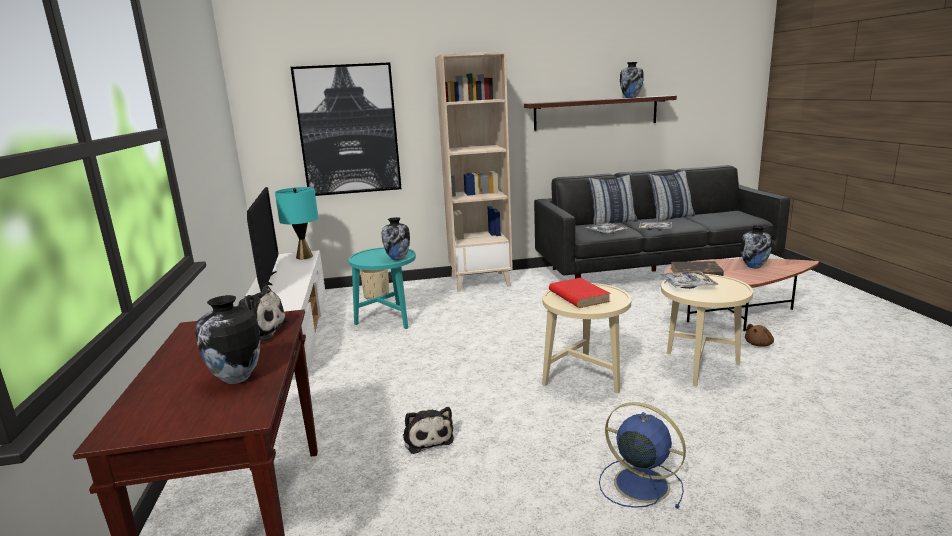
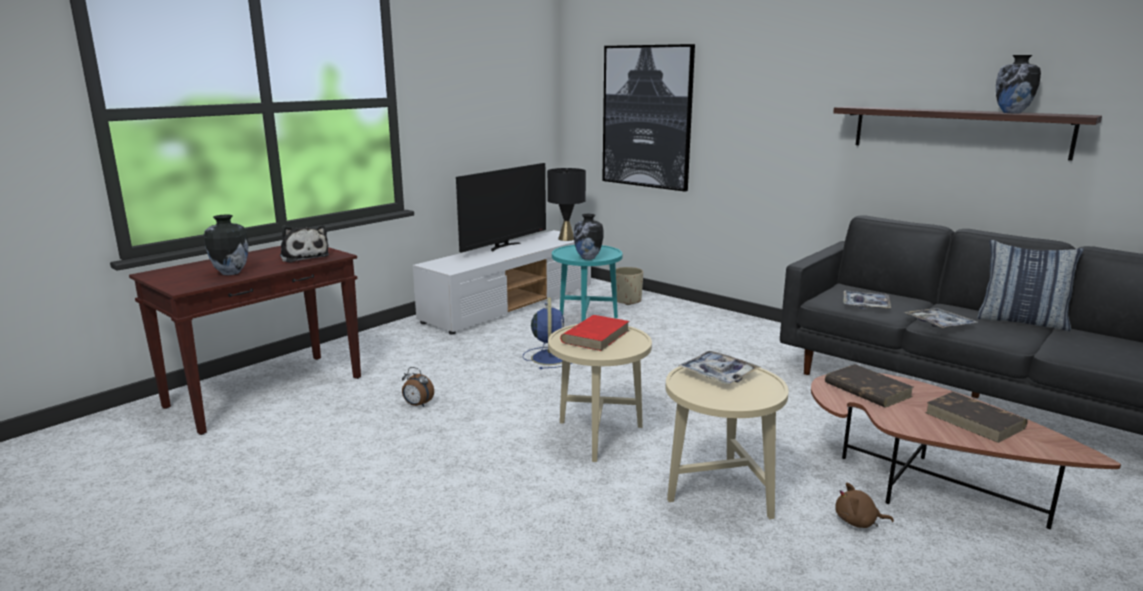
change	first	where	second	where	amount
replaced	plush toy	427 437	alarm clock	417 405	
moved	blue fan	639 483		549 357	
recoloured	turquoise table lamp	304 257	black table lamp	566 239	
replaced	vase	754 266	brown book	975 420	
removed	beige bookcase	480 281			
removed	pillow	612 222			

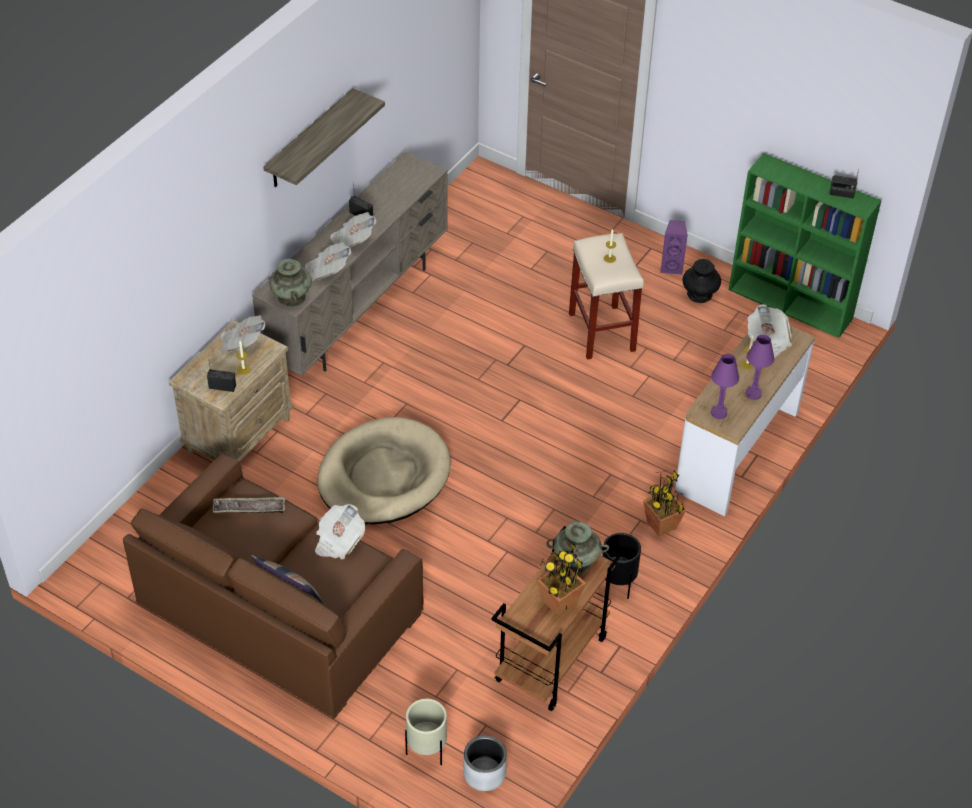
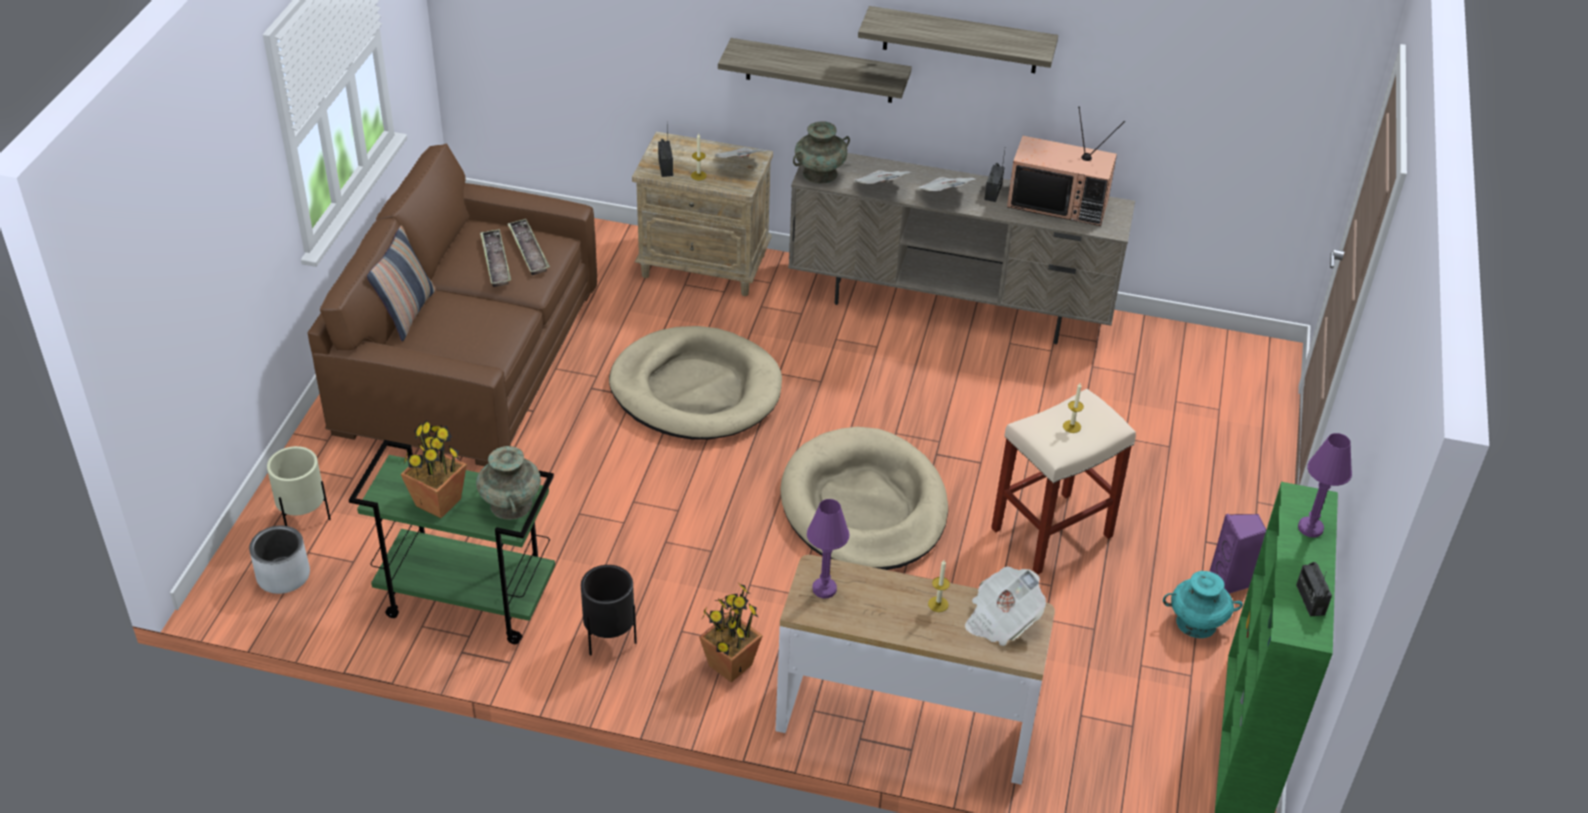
change	first	where	second	where	amount
recoloured	brown cart	551 661	green cart	465 600	
added			tray	495 261	
added			shelf	819 71	
added			beige dog bed	864 506	
added			television	1059 203	
recoloured	black vase	699 294	turquoise vase	1196 623	
moved	purple table lamp	753 394		1310 528	
removed	newspaper	338 541			

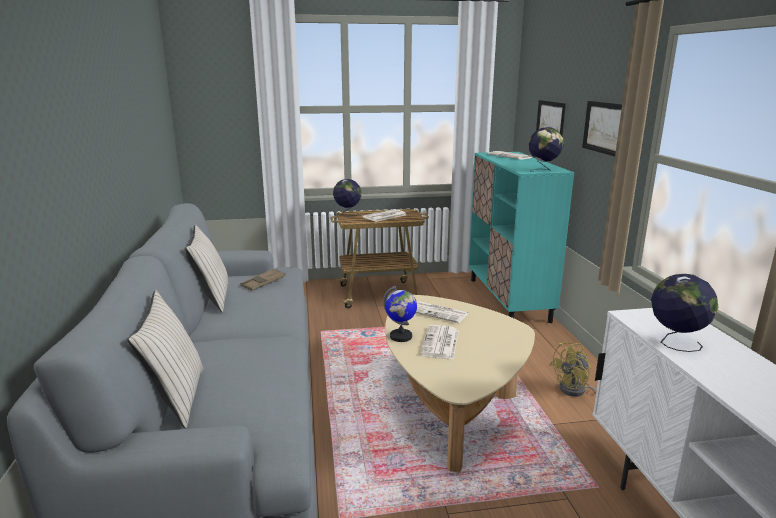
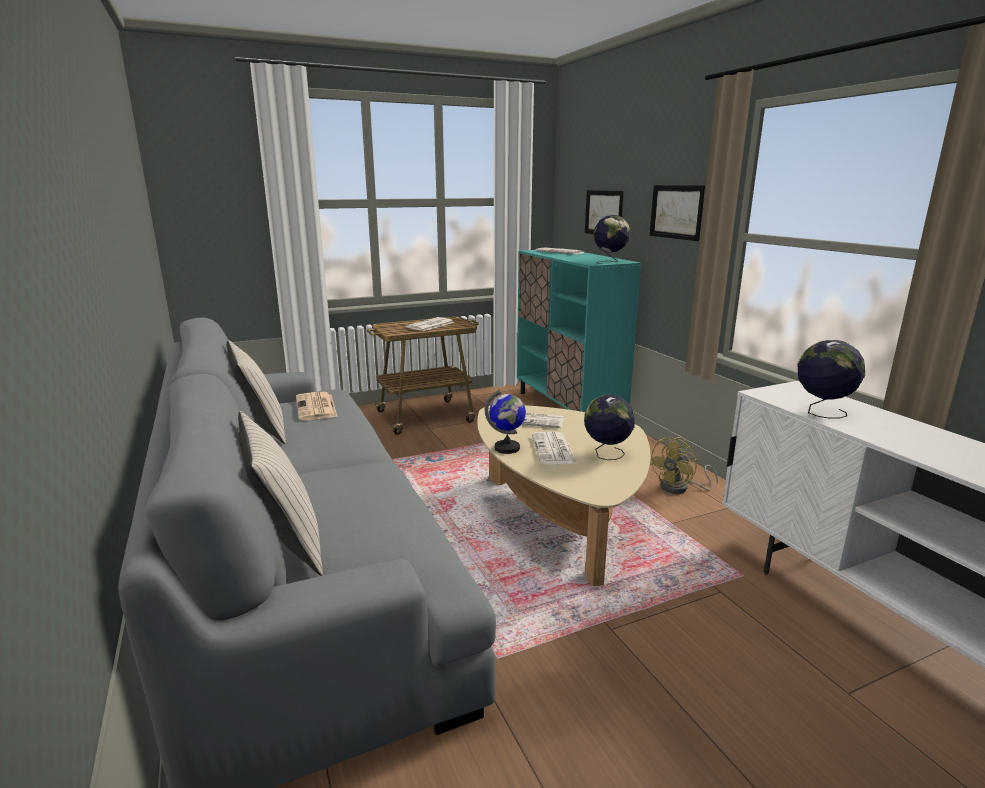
change	first	where	second	where	amount
replaced	brown tray	263 283	newspaper	316 407	
moved	globe	347 215		606 455	

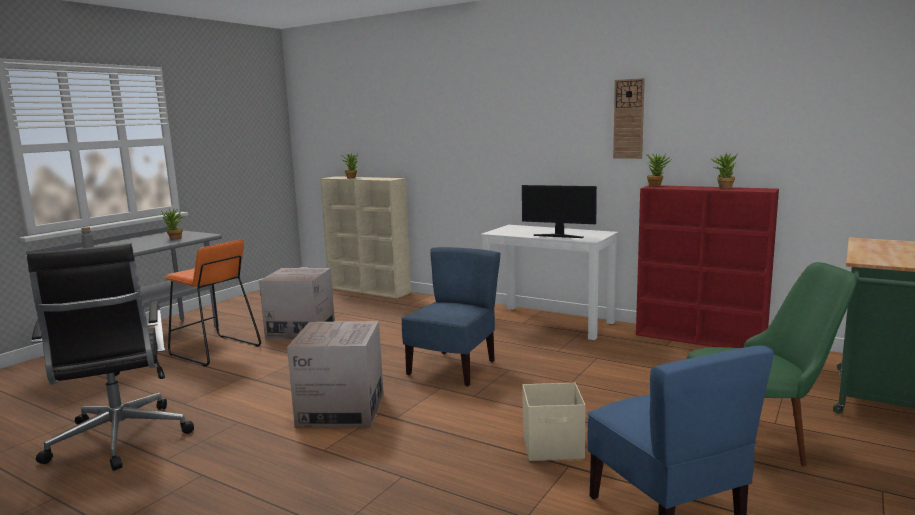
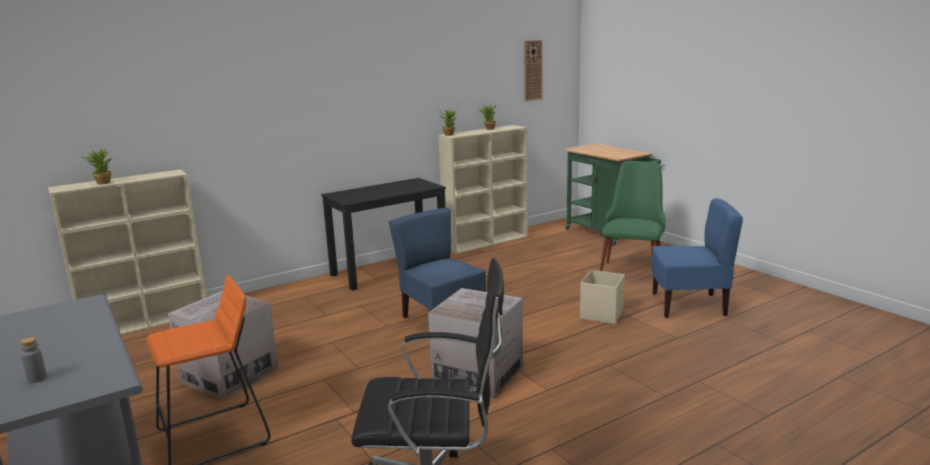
change	first	where	second	where	amount
recoloured	white desk	549 322	black desk	390 270	
recoloured	red bookcase	701 339	beige bookcase	487 242	
moved	wall clock	628 119		532 70	
removed	potted plant	175 239			
removed	monitor	558 236			

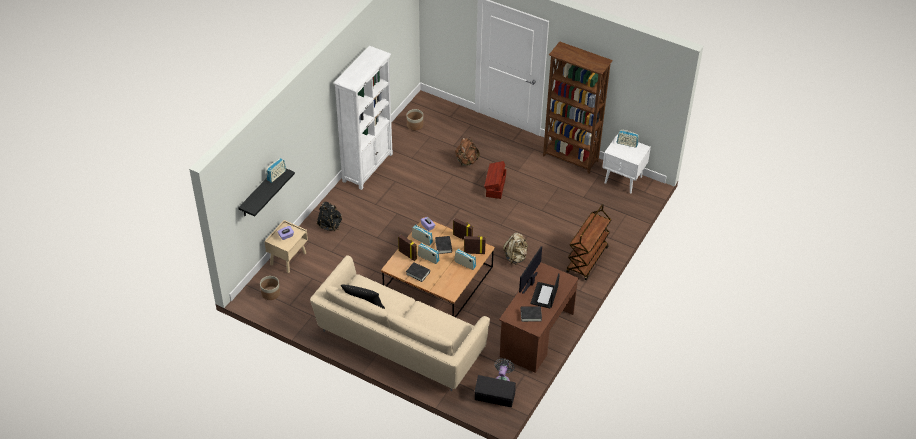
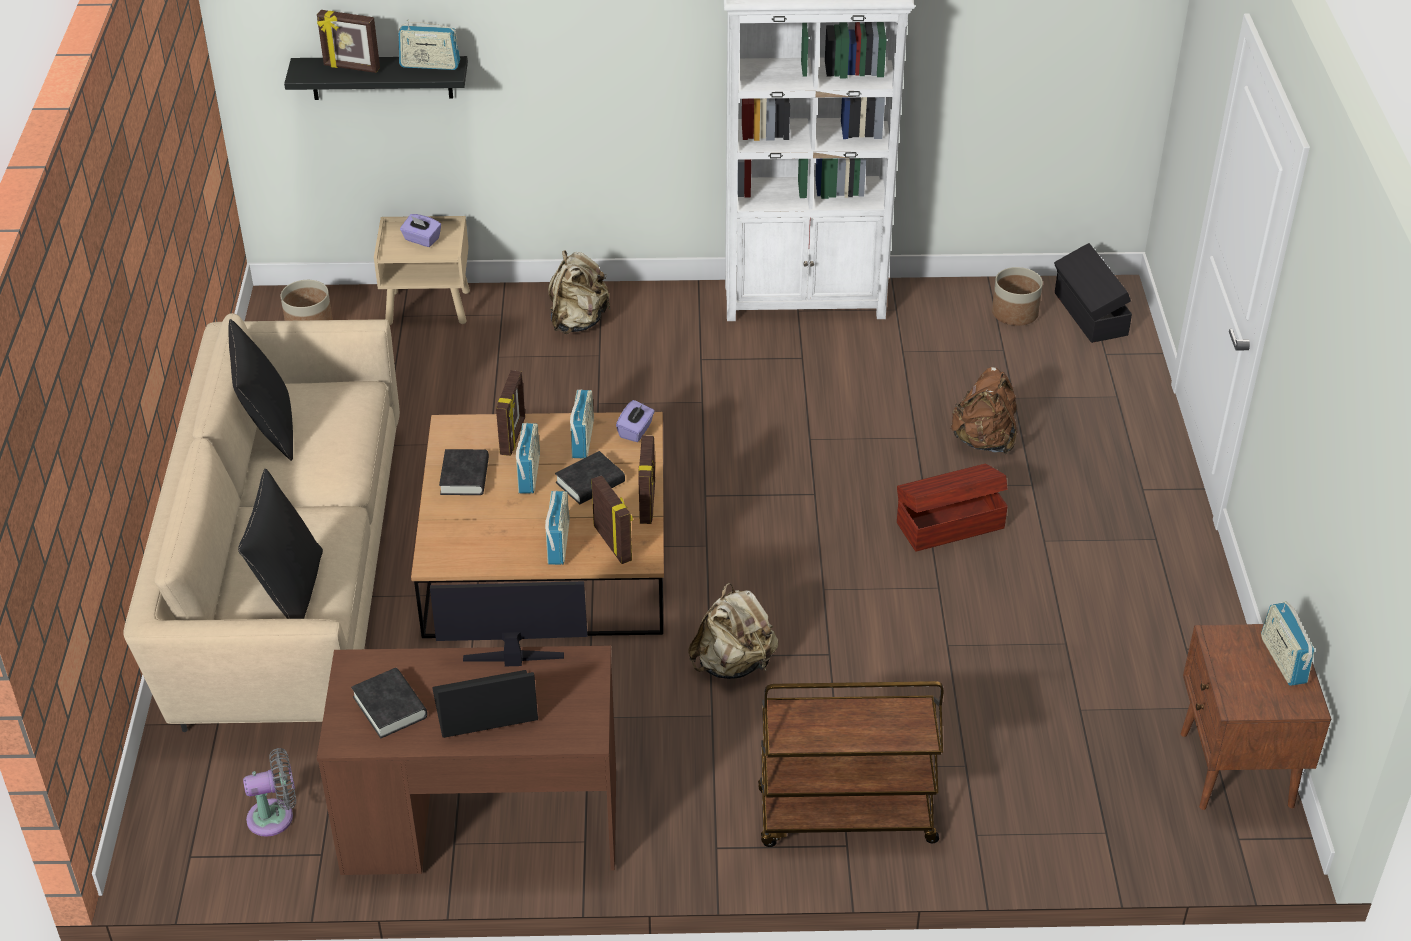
change	first	where	second	where	amount
added			black pillow	290 591	
added			picture frame	351 68	
recoloured	black backpack	330 224	beige backpack	578 321	
moved	black storage box	495 397		1089 314	
recoloured	white nightstand	623 180	brown nightstand	1235 771	
removed	brown bookcase	570 159			

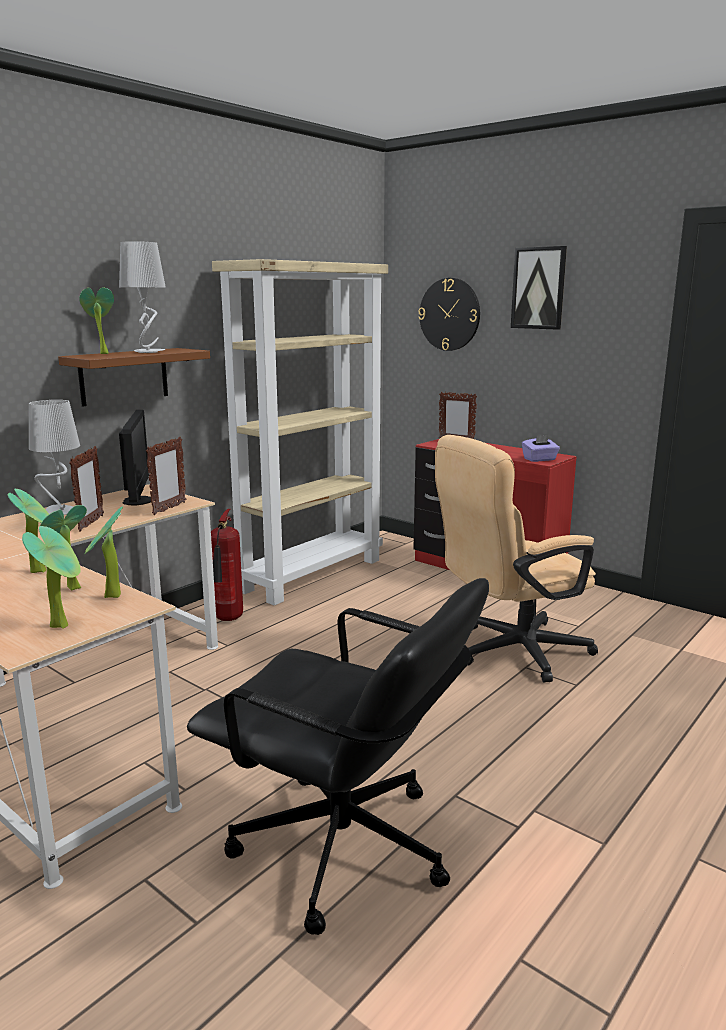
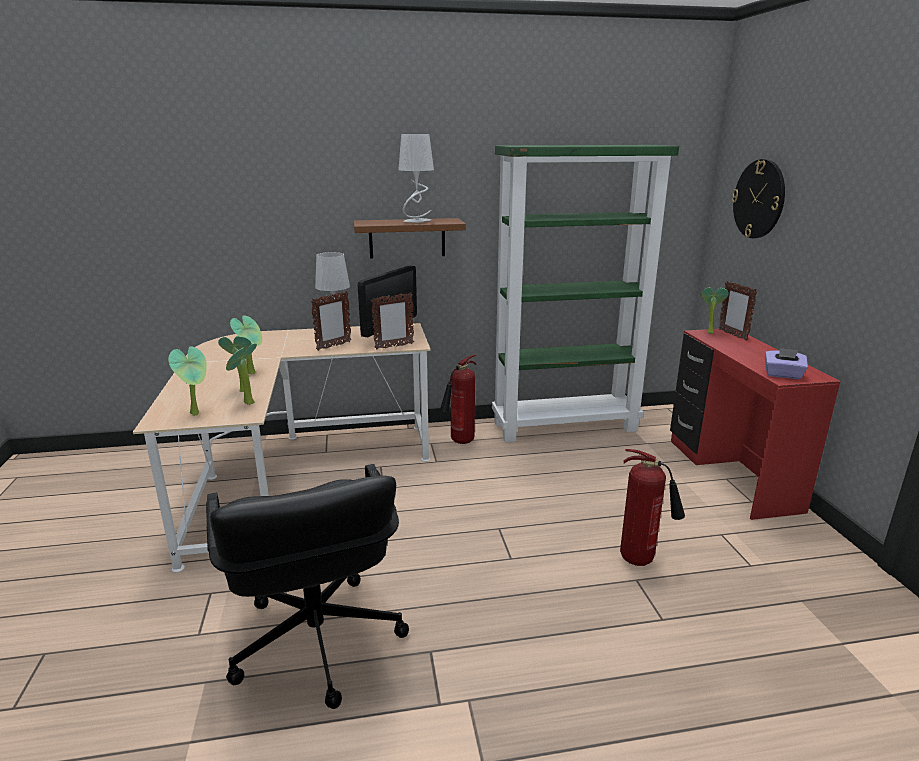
change	first	where	second	where	amount
recoloured	beige bookcase	312 574	green bookcase	565 426	
replaced	beige office chair	510 652	fire extinguisher	641 560	
moved	potted plant	102 353		708 332	
removed	picture	538 288			

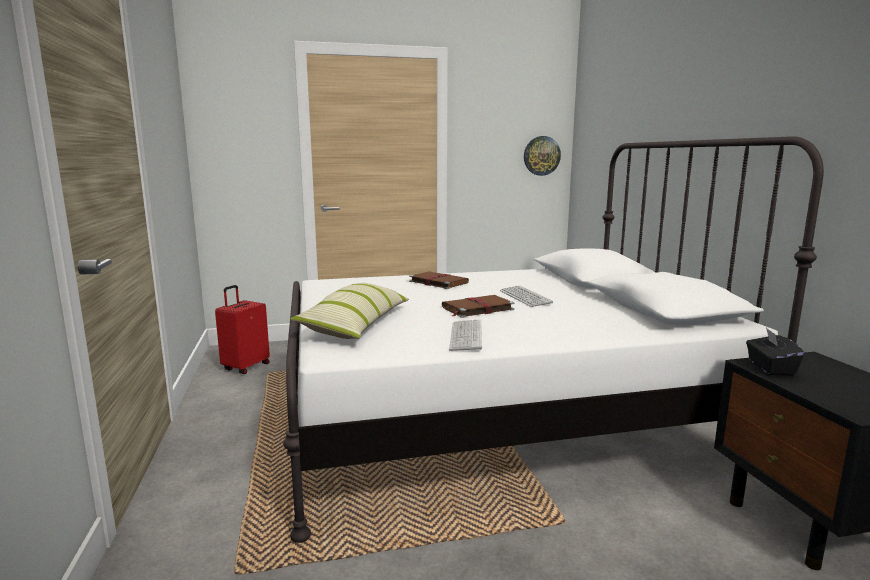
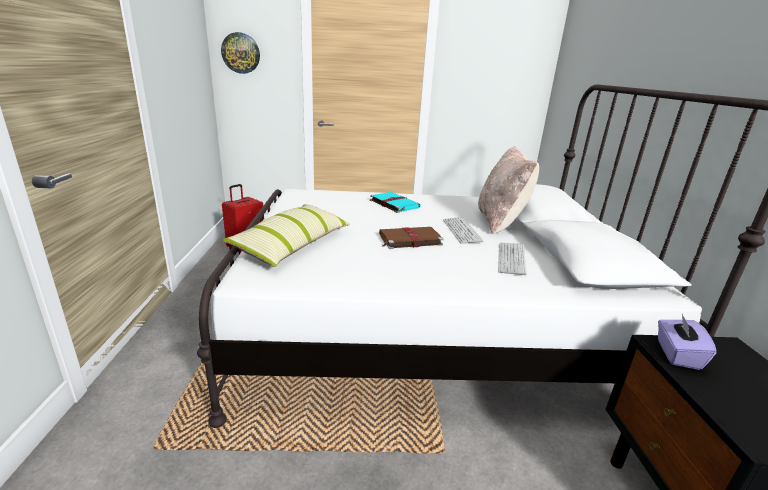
change	first	where	second	where	amount
moved	wall clock	541 155		241 53	
recoloured	brown book	437 282	turquoise book	393 203	
added			beige pillow	500 222	
moved	keyboard	466 336		511 259	
recoloured	black tissue box	770 368	purple tissue box	677 354	

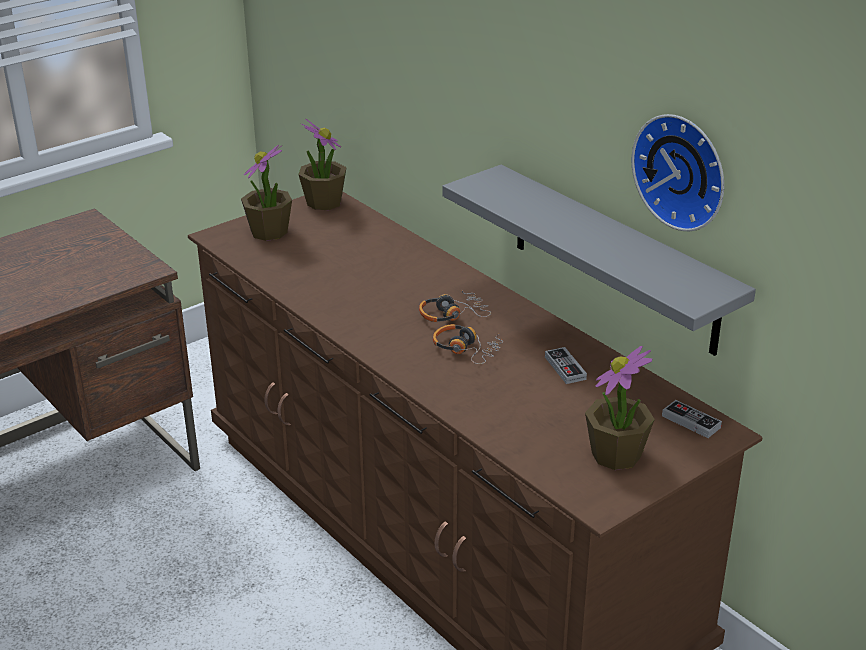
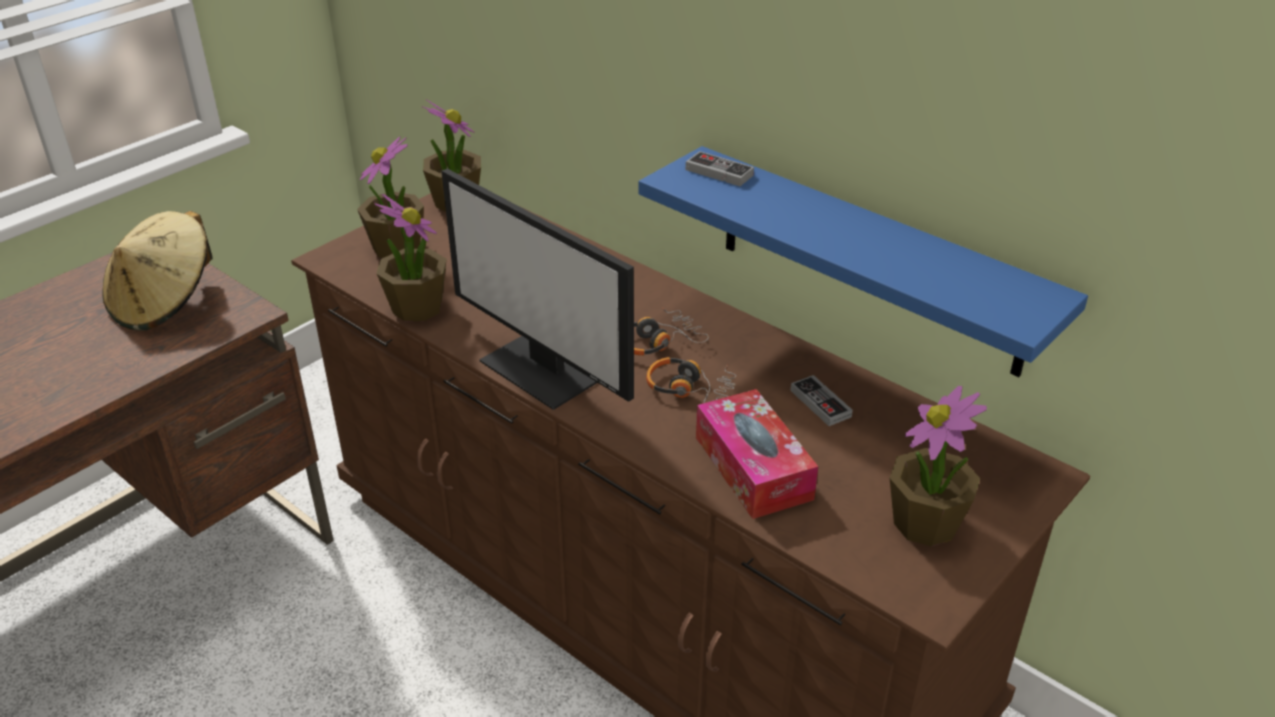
change	first	where	second	where	amount
added			beige hat	165 303	
added			potted plant	417 307	
added			monitor	544 369	
recoloured	grey shelf	613 259	blue shelf	869 260	
moved	game controller	691 422		719 172	
added			tissue box	753 468	
removed	wall clock	683 170			

